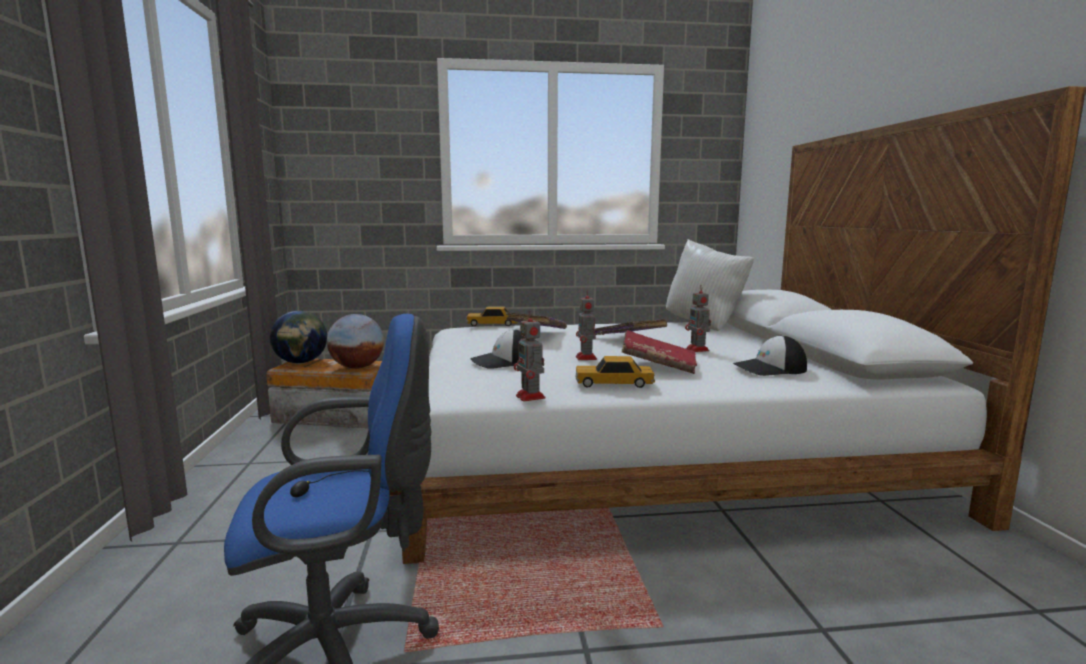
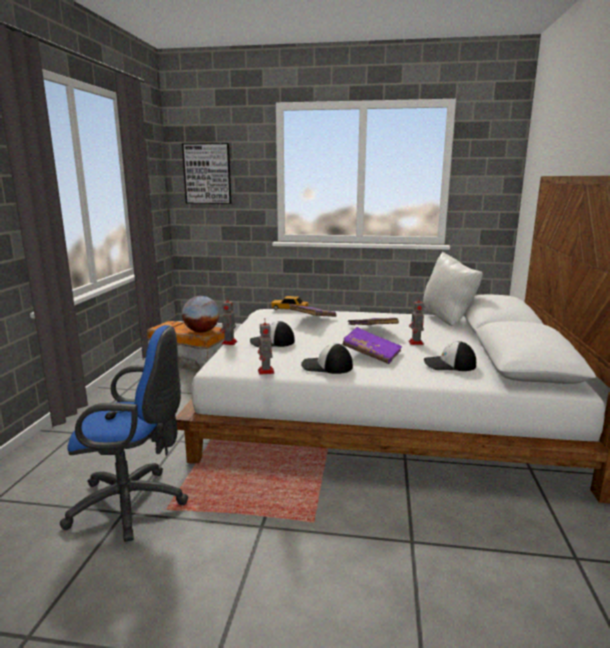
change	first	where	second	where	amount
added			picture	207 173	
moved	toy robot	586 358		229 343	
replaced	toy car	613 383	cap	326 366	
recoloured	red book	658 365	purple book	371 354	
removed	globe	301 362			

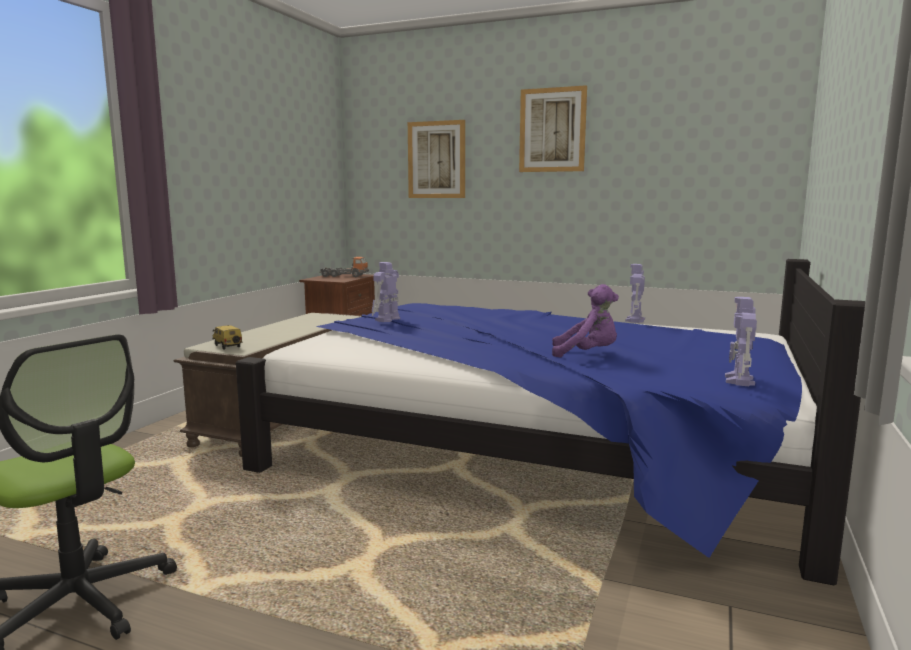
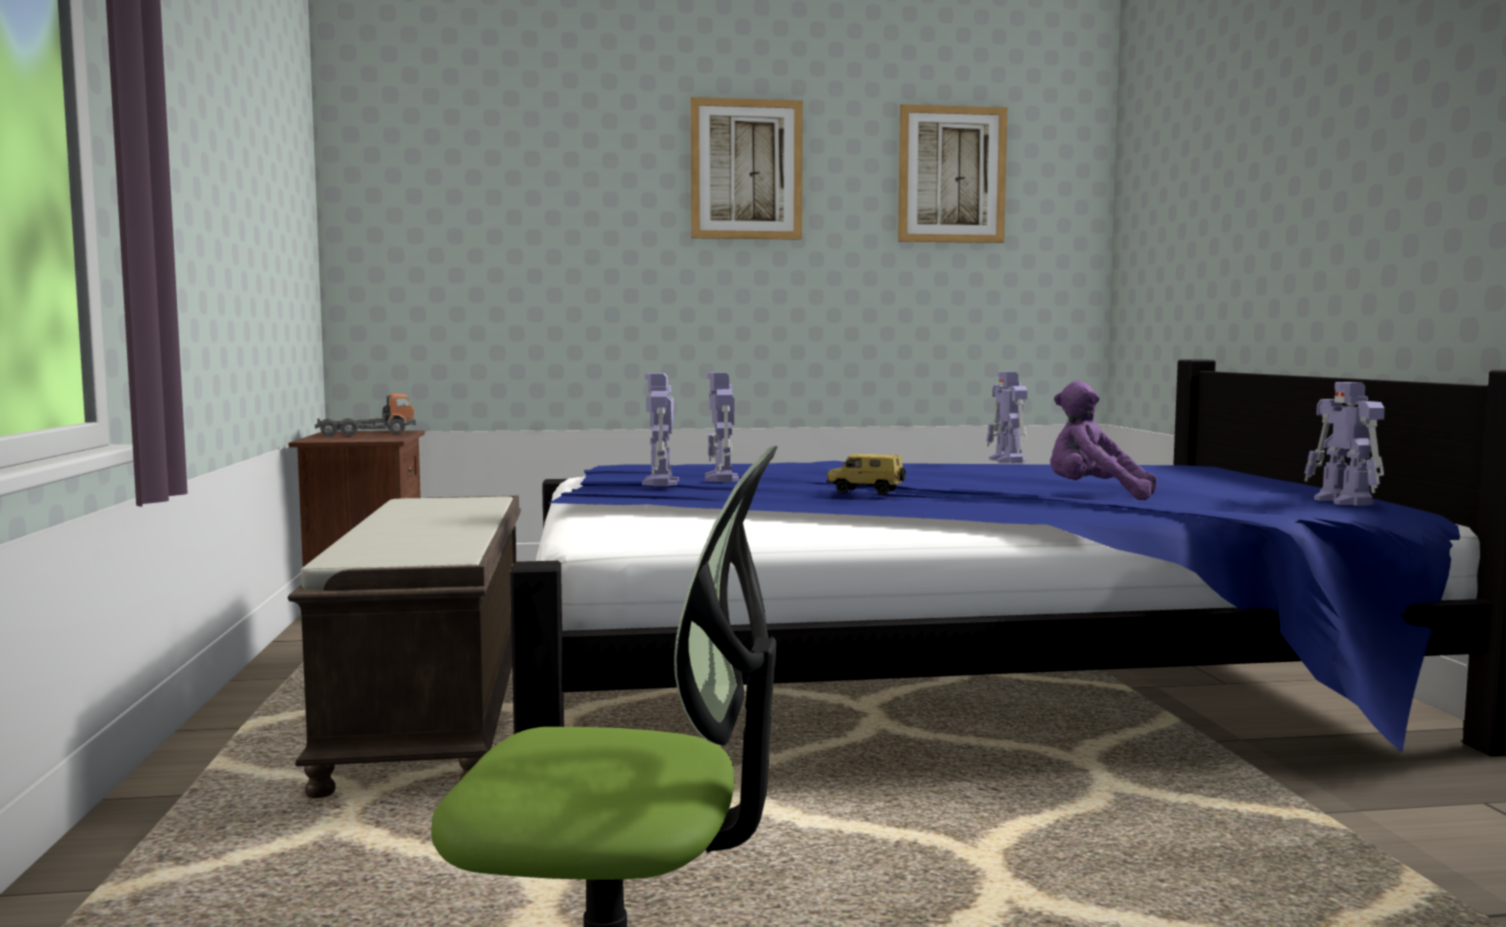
change	first	where	second	where	amount
added			toy robot	721 479	
moved	toy car	226 346		864 493	
moved	picture	436 160		951 174	
turned	purple plush toy	586 355		1094 496	135 degrees counterclockwise

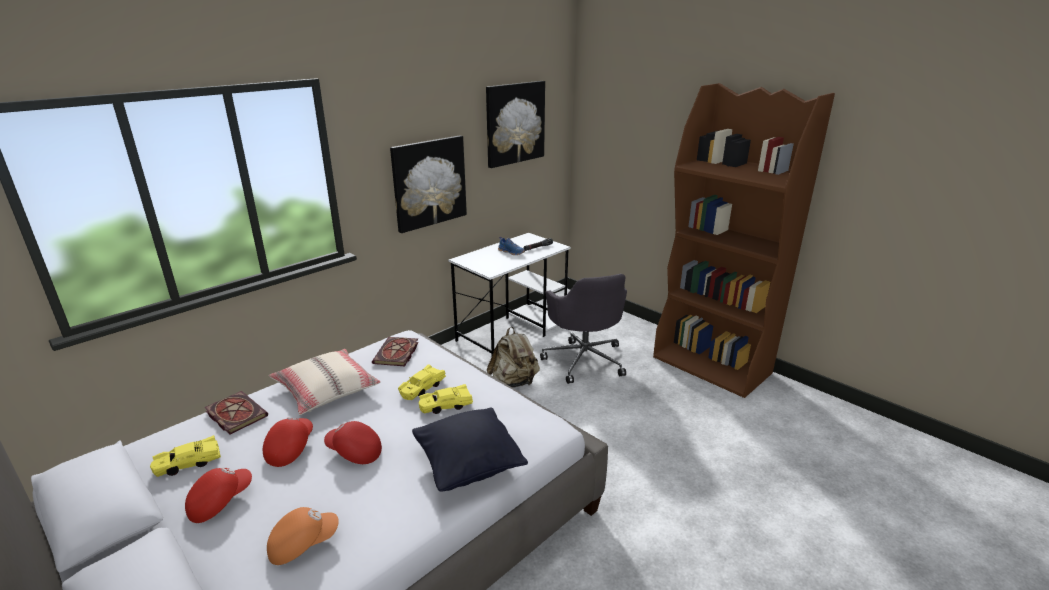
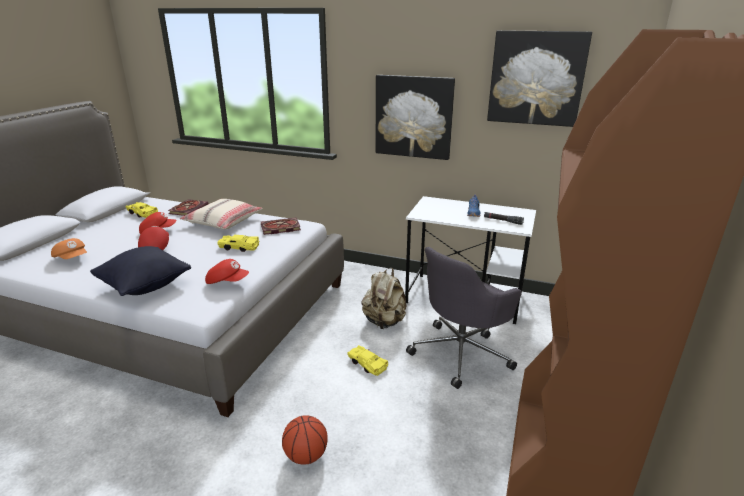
change	first	where	second	where	amount
moved	red cap	220 501		227 281	
added			basketball	306 455	
moved	yellow toy car	445 405		367 364	

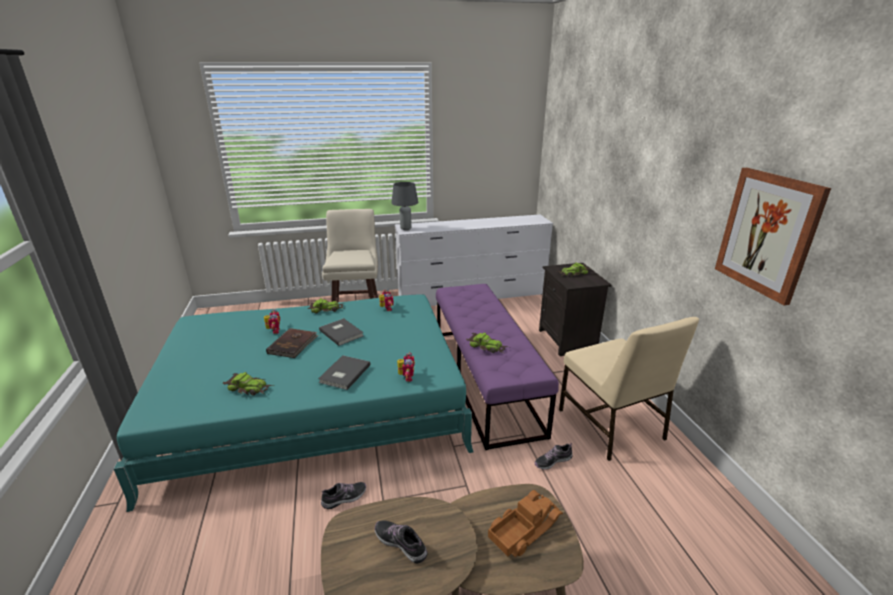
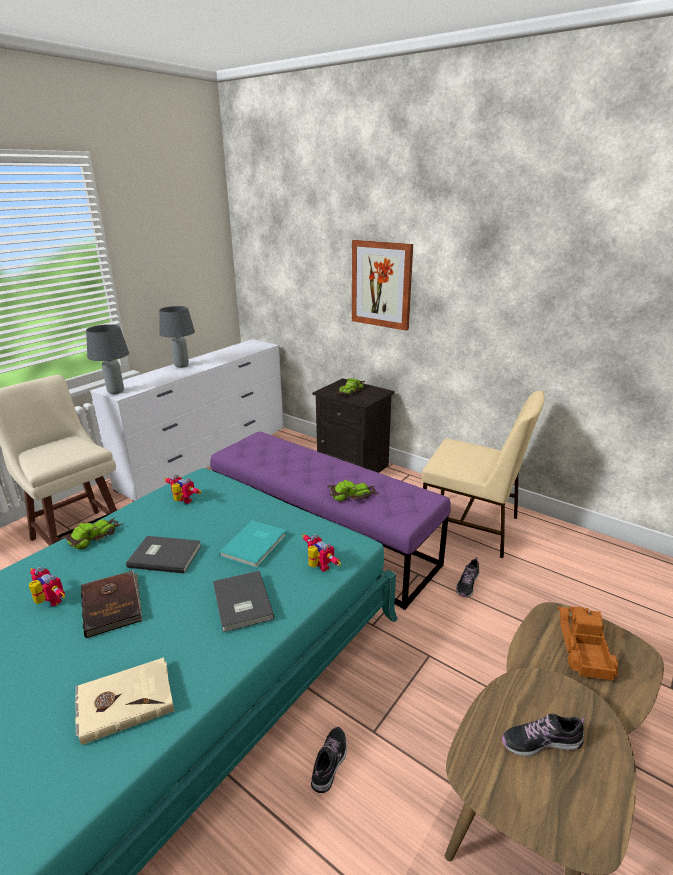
change	first	where	second	where	amount
replaced	toy car	249 388	beige book	125 701	
added			grey table lamp	181 366	
added			turquoise book	256 545	
moved	picture	767 233		381 284	

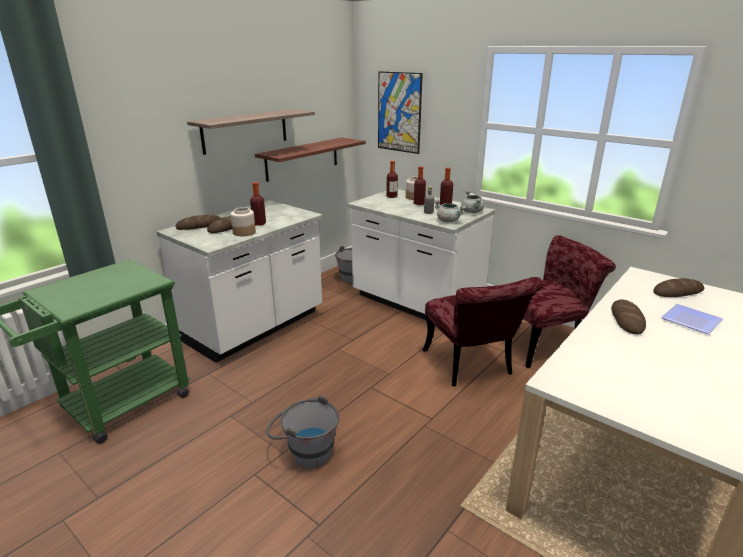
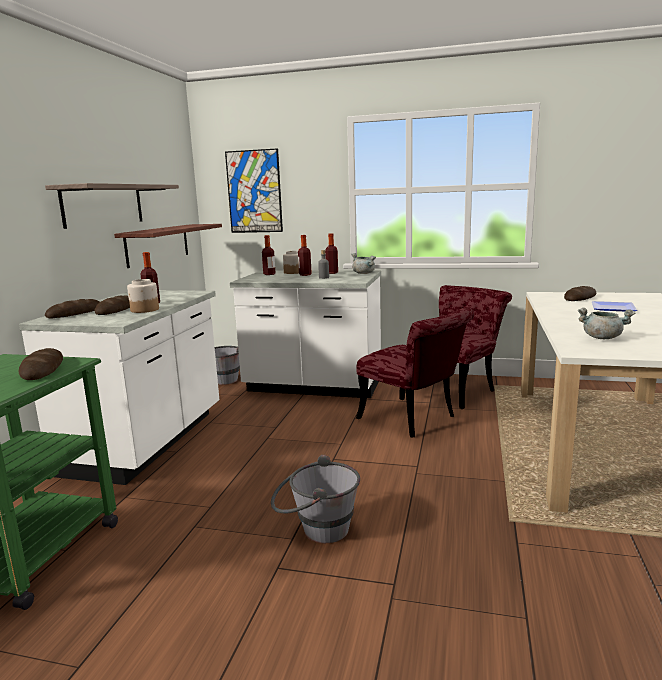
change	first	where	second	where	amount
moved	bread	627 320		43 369	
moved	grey cooking pot	449 221		602 338	

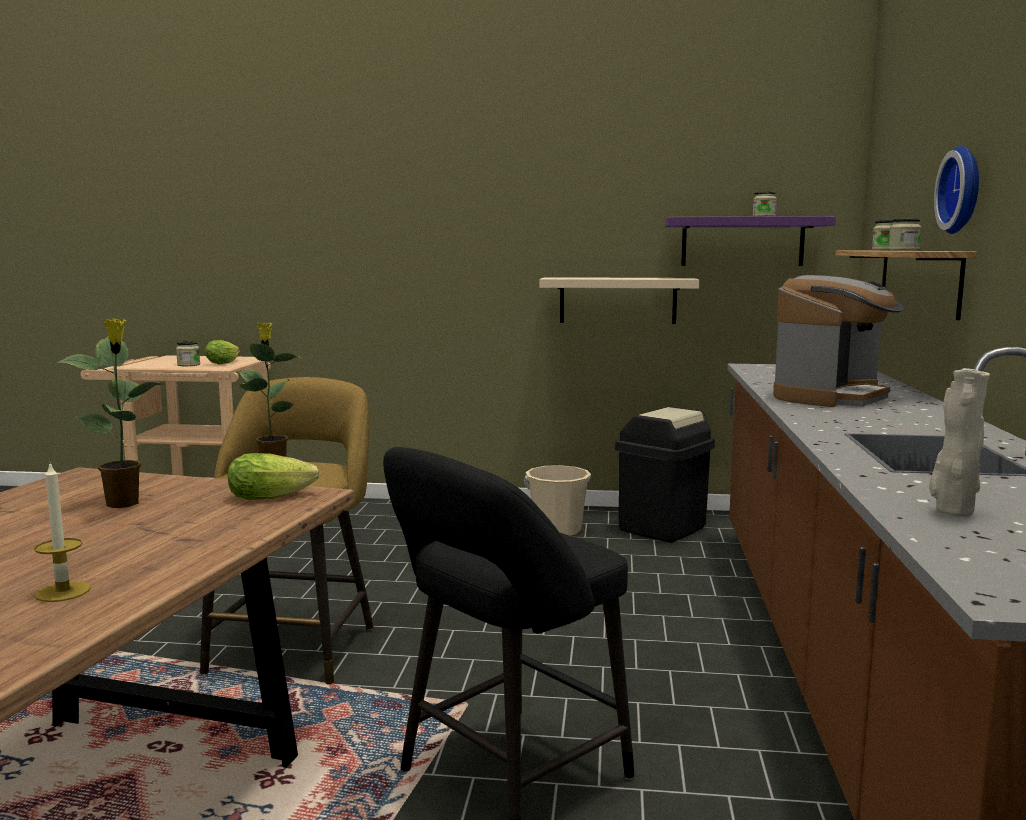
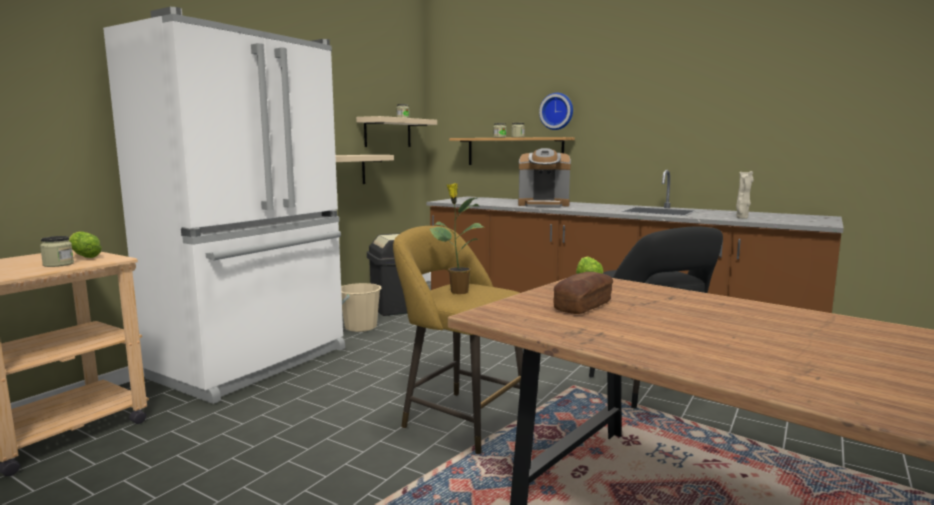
change	first	where	second	where	amount
added			white fridge	254 363	
recoloured	purple shelf	742 242	beige shelf	388 133	
turned	coffee machine	831 397		543 205	120 degrees clockwise
replaced	potted plant	124 504	bread	583 306	
removed	candle	63 592			

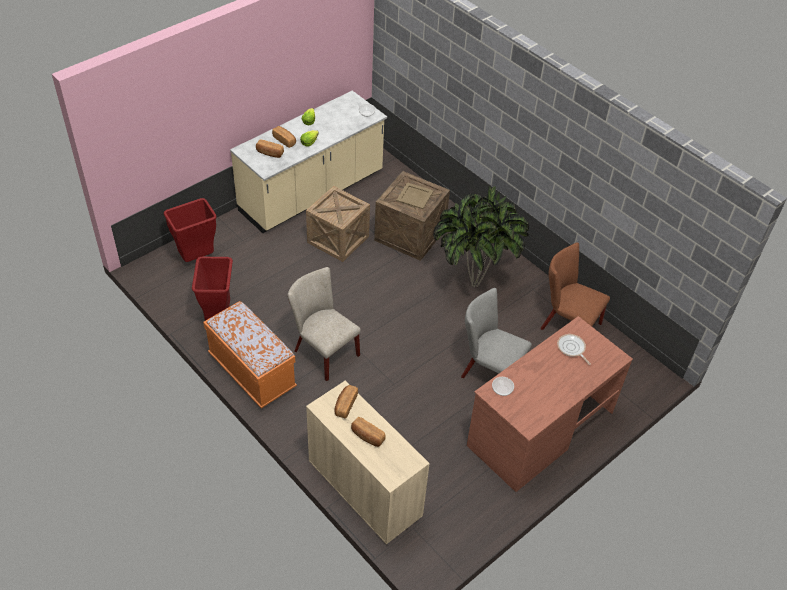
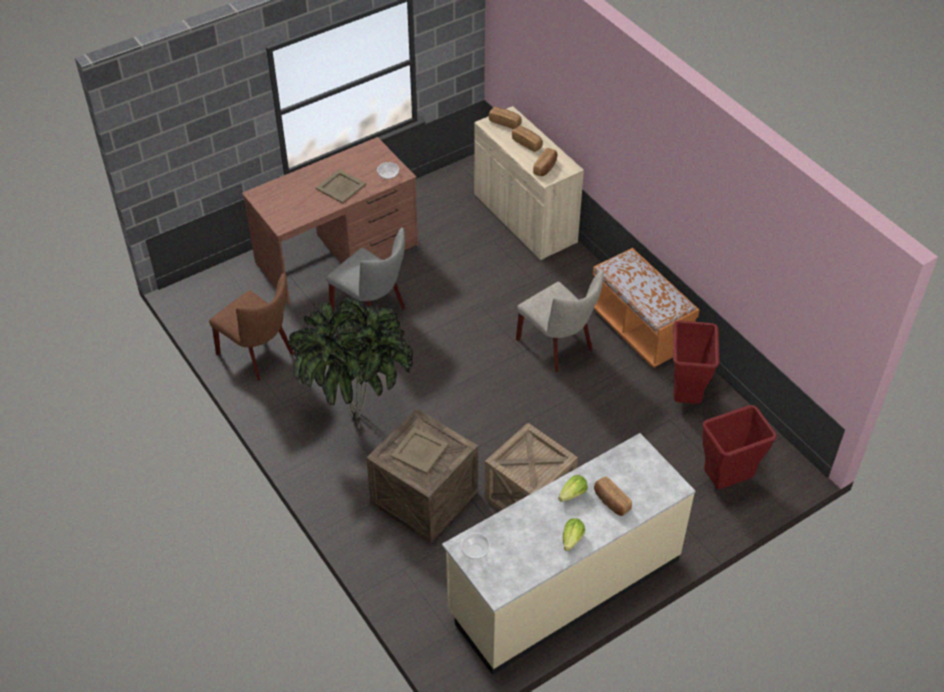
change	first	where	second	where	amount
added			beige tray	341 186	
moved	bread	269 153		505 122	
removed	frying pan	572 348			

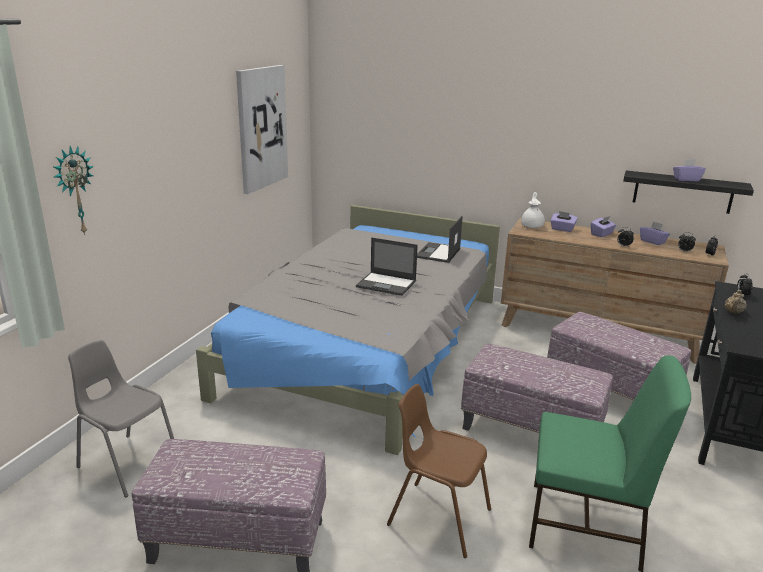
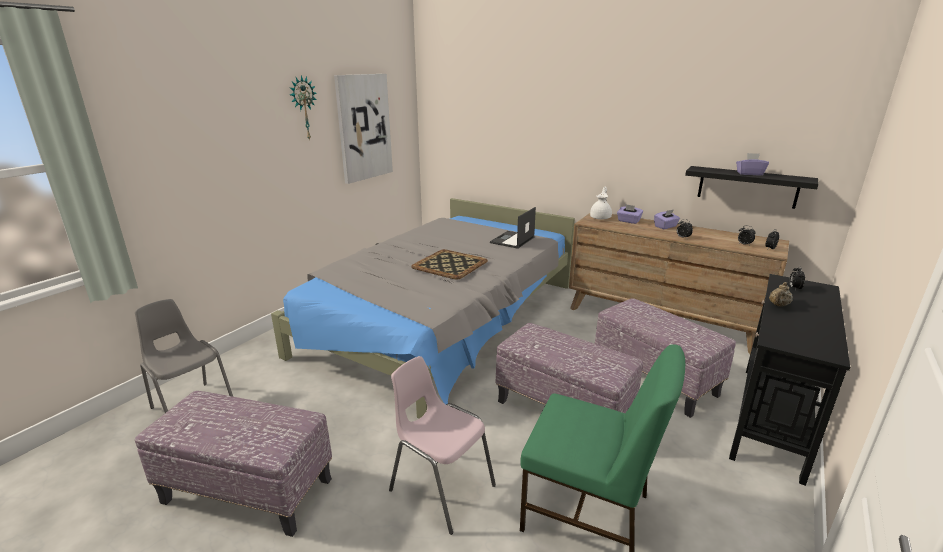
change	first	where	second	where	amount
moved	wall clock	74 191		303 108	
recoloured	brown chair	438 517	pink chair	441 487	
replaced	laptop	387 284	tray	450 264	
removed	purple tissue box	652 241			

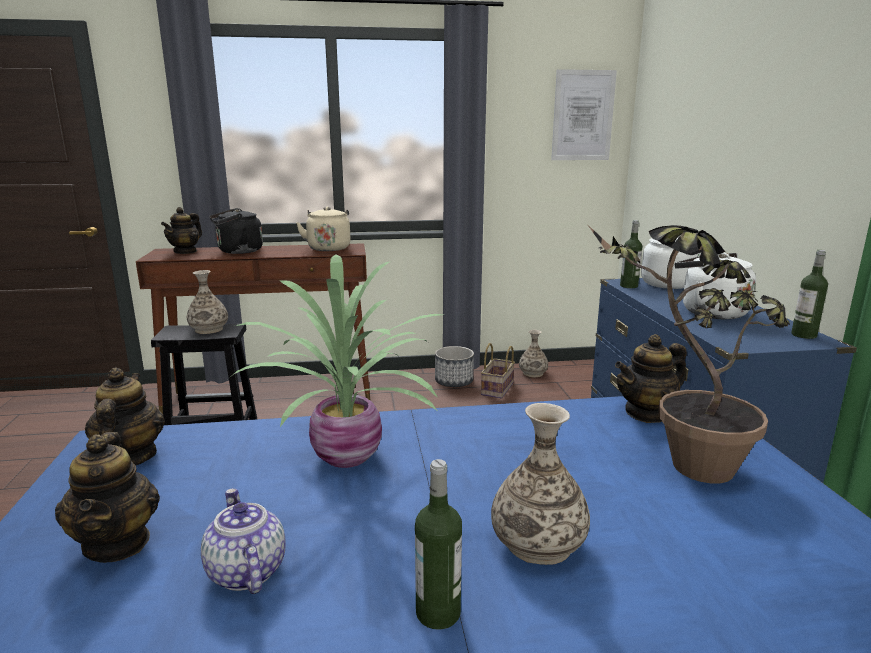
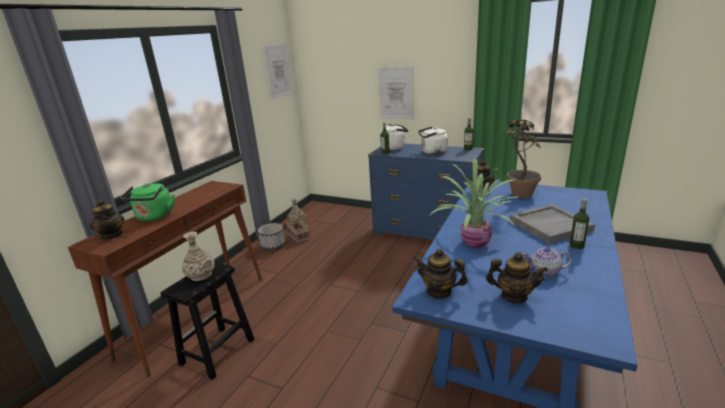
change	first	where	second	where	amount
recoloured	black kettle	237 251	green kettle	154 217	
added			picture	396 93	
replaced	vase	538 543	grey tray	550 225	
removed	beige kettle	328 248			

